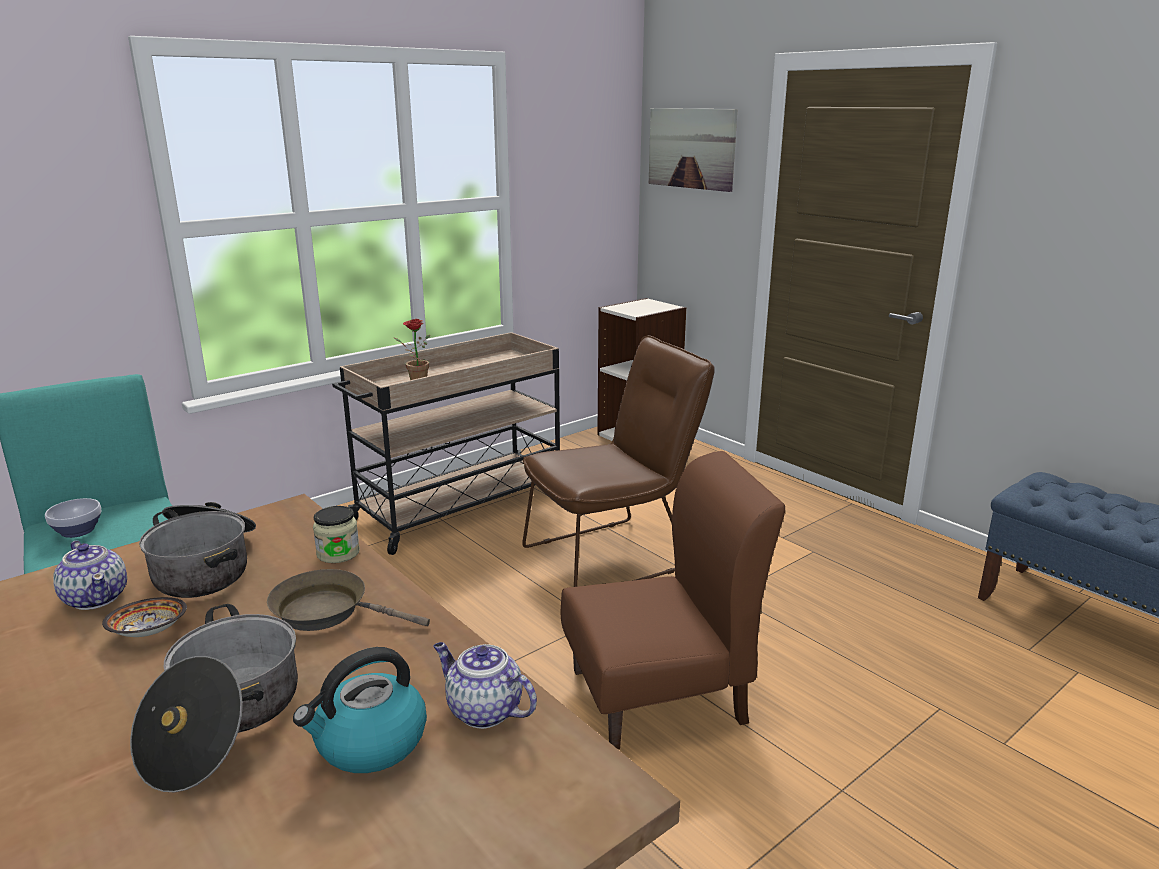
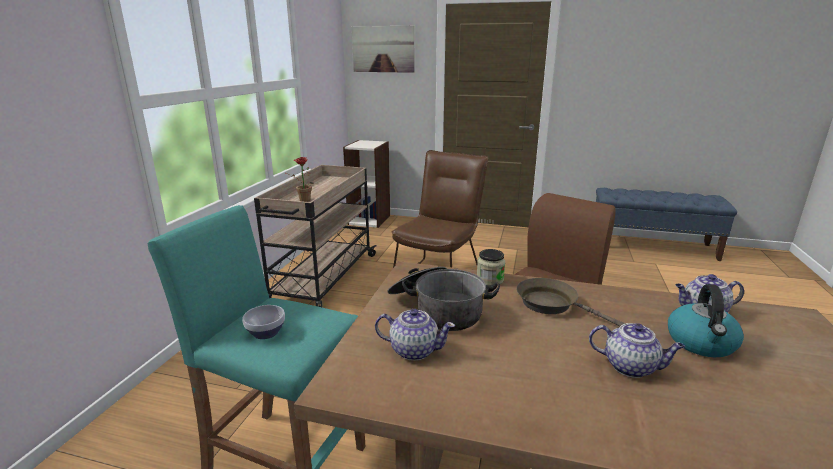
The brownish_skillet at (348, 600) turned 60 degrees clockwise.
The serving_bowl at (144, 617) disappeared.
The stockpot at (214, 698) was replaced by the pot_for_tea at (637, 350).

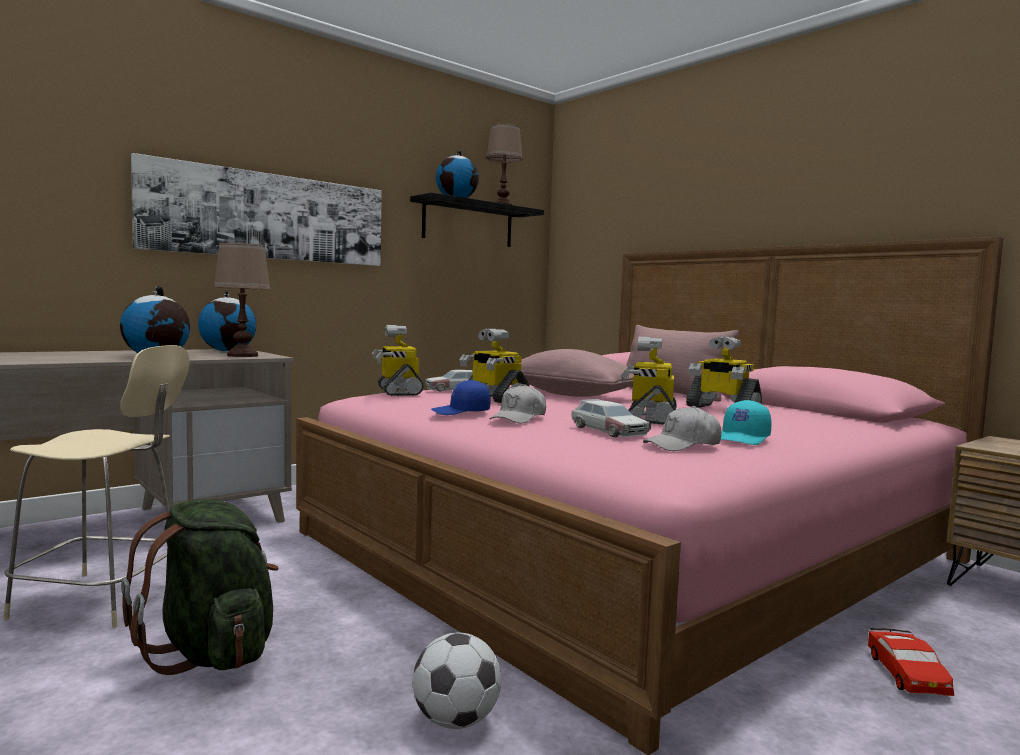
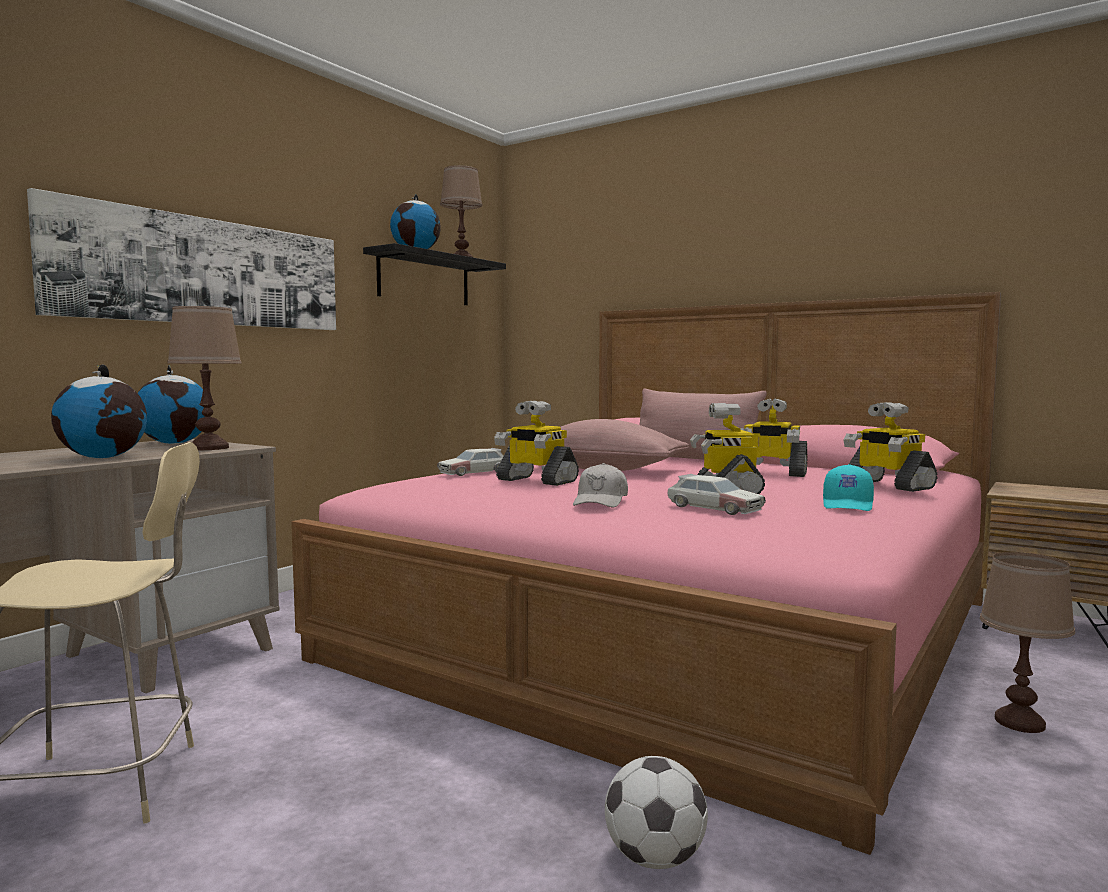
The toy_robot moved from (398, 360) to (891, 447).
The blue-coloured_peaked_cap at (461, 397) disappeared.
The whitish_peaked_cap at (682, 428) disappeared.
The greenish_rucksack at (200, 587) disappeared.
The red-coloured_miniature_car at (911, 662) was replaced by the brownish_table_lamp at (1027, 642).

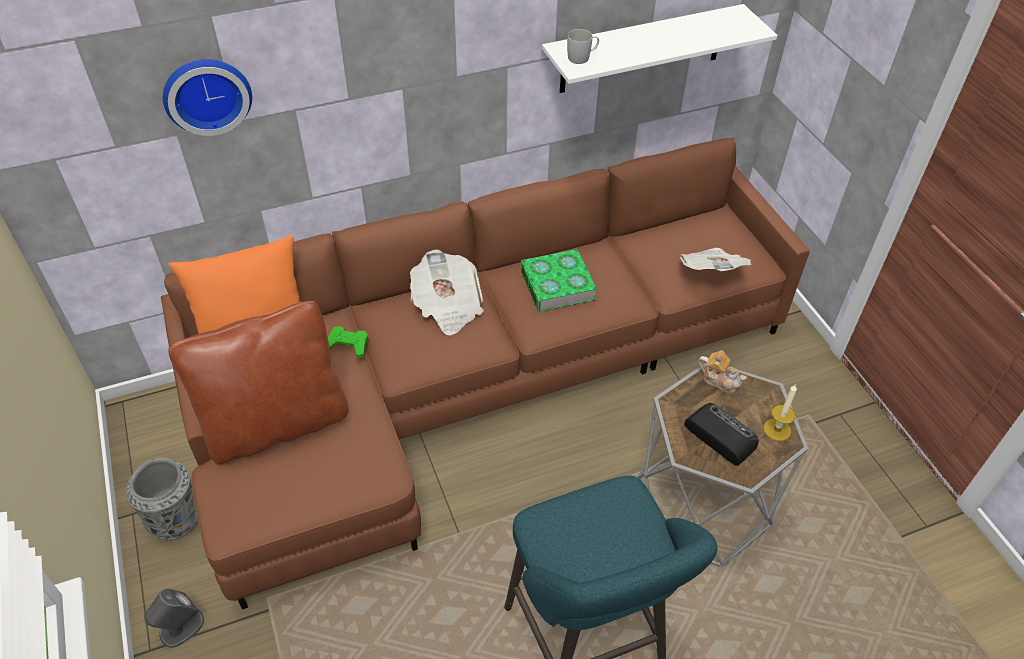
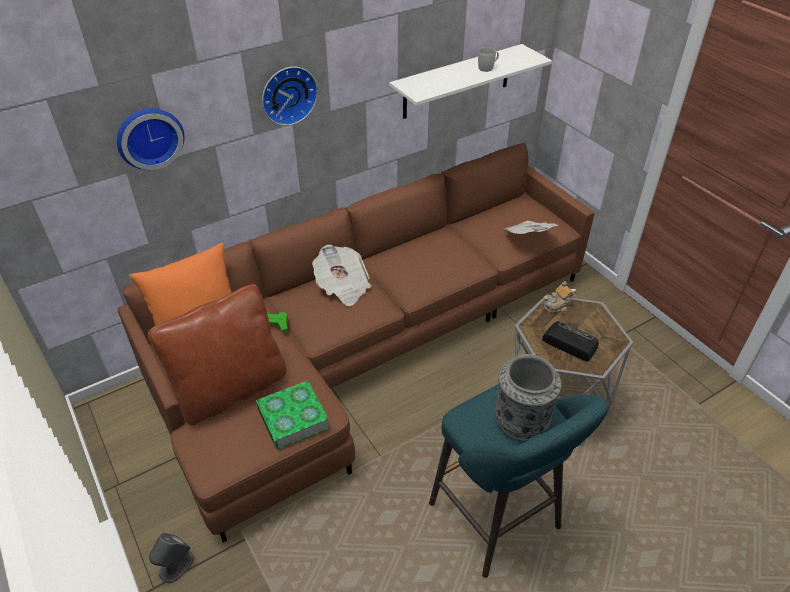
The whitish_coffee_mug moved from (583, 46) to (488, 59).
The book moved from (559, 280) to (293, 415).
The pot_for_tea at (722, 372) turned 135 degrees clockwise.
The candle at (780, 412) disappeared.
The greyish_vase moved from (162, 498) to (528, 397).
The hanging_clock at (290, 96) appeared.

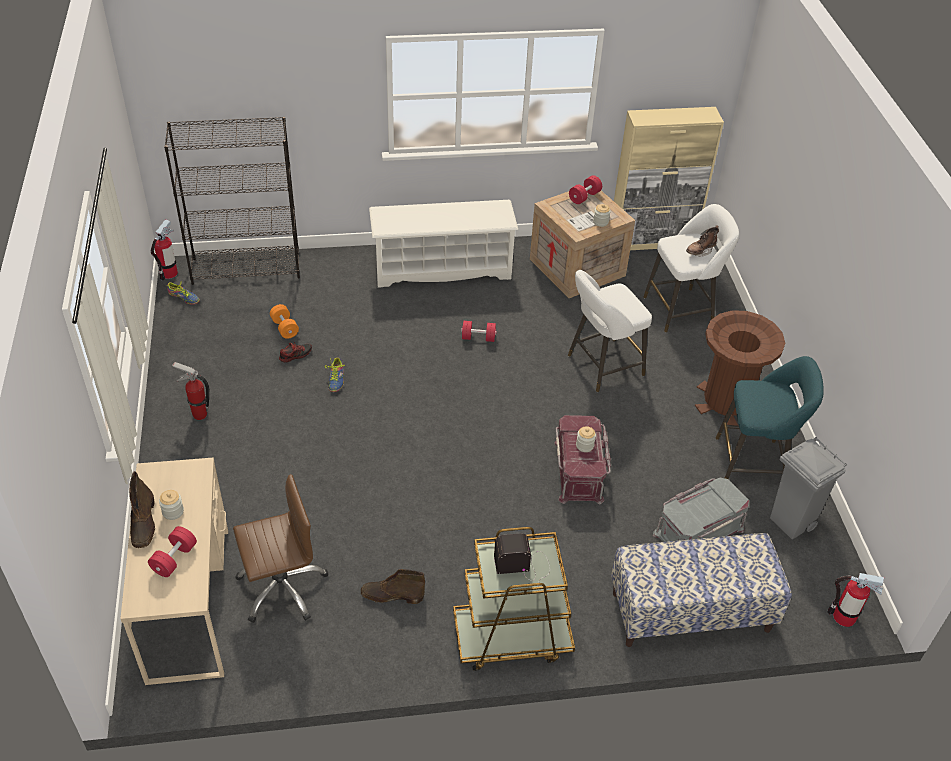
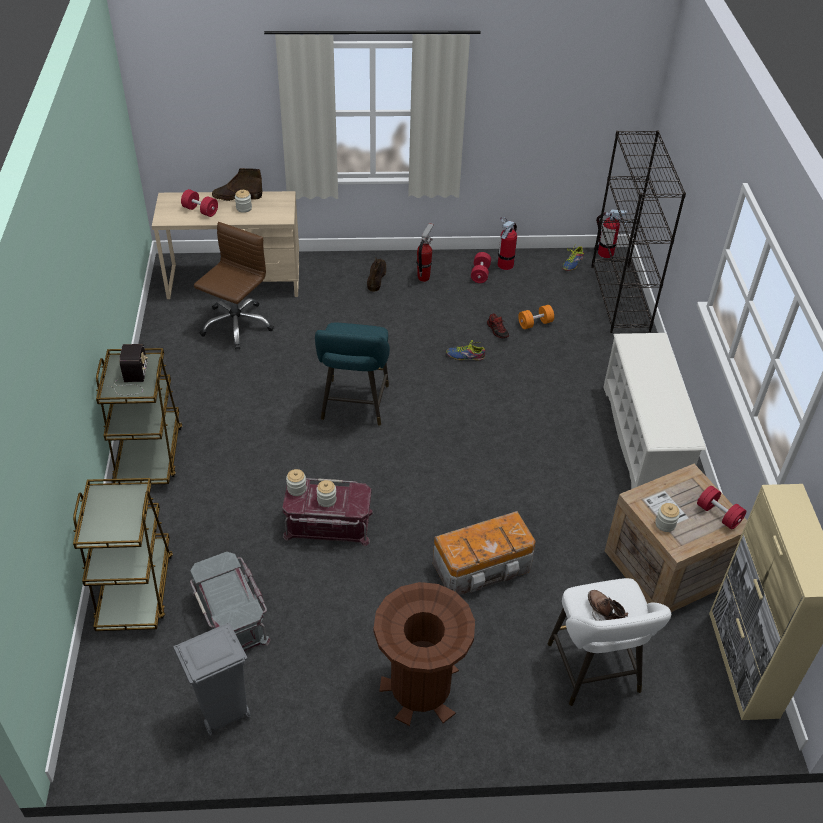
The whitish_stool_seat at (610, 331) was replaced by the storage_container at (484, 553).
The red-coloured_hand_weight moved from (478, 331) to (481, 267).
The turquoise-coloured_stool_seat moved from (770, 417) to (352, 374).
The brownish_desk_chair at (280, 548) turned 135 degrees counterclockwise.
The indoor_bench at (701, 590) was replaced by the brownish_wheeled_cart at (123, 554).
The brownish_boot moved from (393, 586) to (376, 275).
The fire_extinguisher moved from (855, 600) to (507, 243).
The jar at (296, 482) appeared.

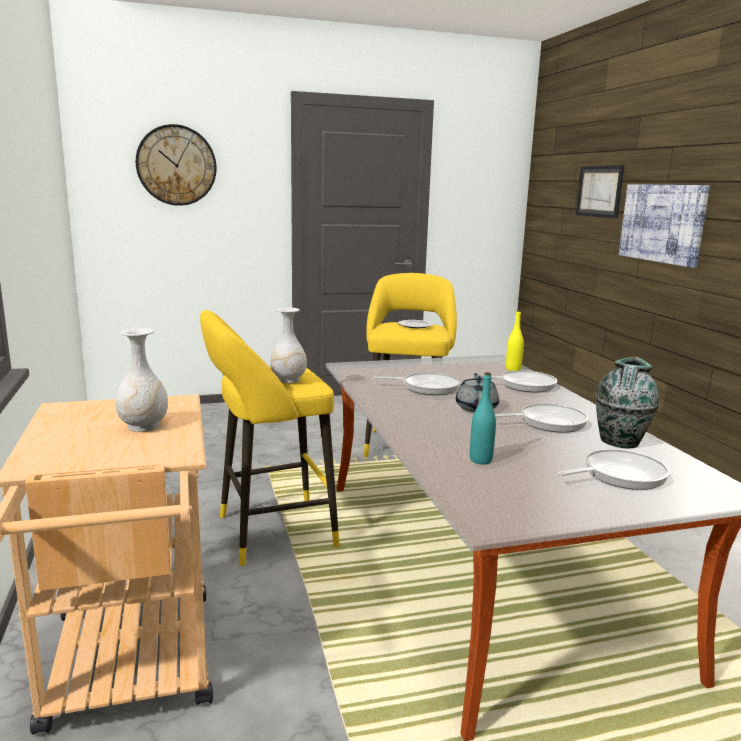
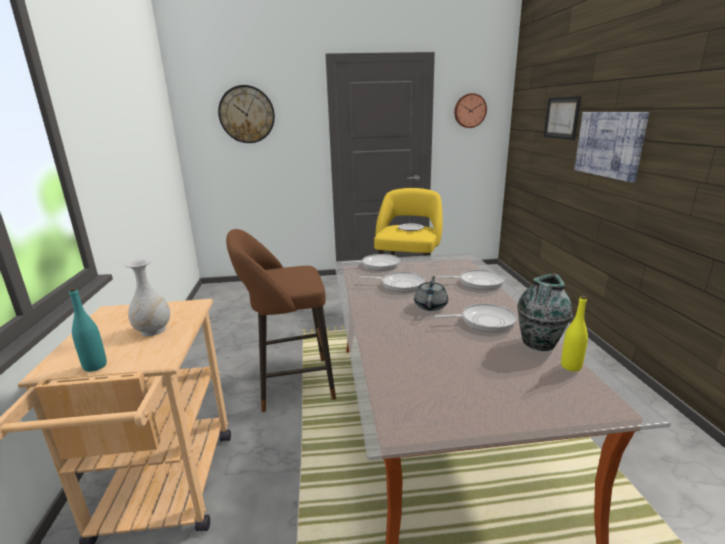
The whitish_vase at (288, 345) disappeared.
The yellowish_stool_seat at (270, 438) became the brownish_stool_seat at (281, 320).
The yellowish_bottle moved from (515, 340) to (574, 333).
The turquoise-coloured_bottle moved from (483, 418) to (88, 330).
The skillet moved from (613, 469) to (371, 262).
The hanging_clock at (470, 110) appeared.

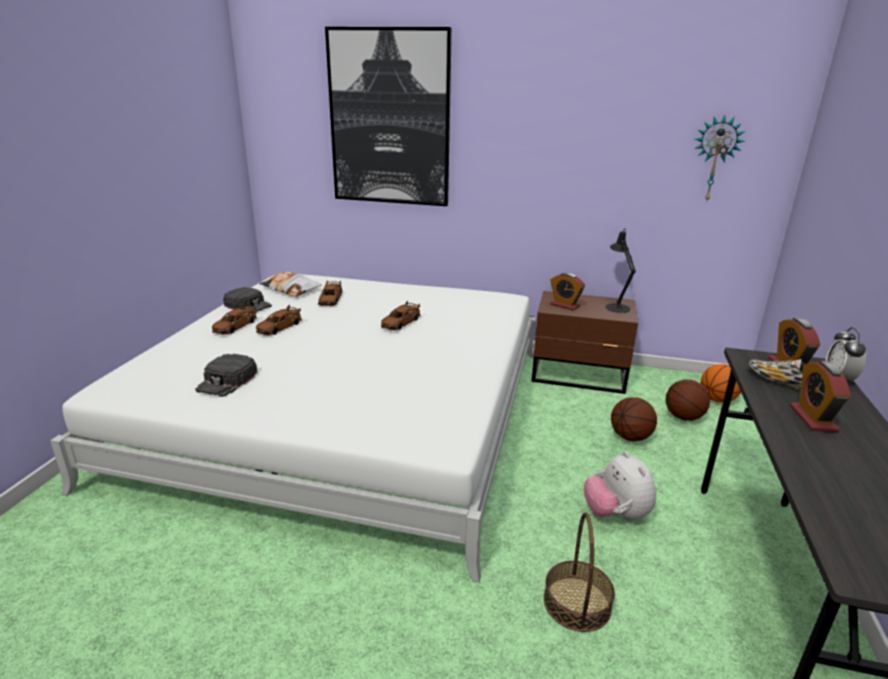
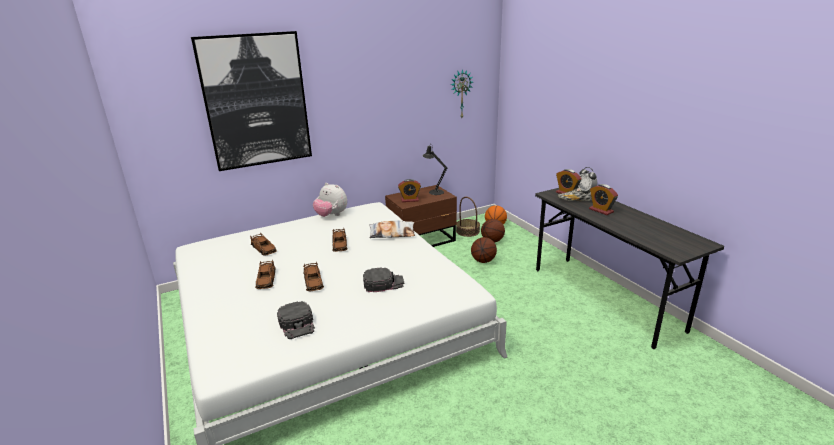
The cushion moved from (290, 284) to (392, 229).
The black-coloured_peaked_cap moved from (247, 300) to (383, 279).
The brownish_miniature_car moved from (234, 319) to (313, 276).
The soft_toy moved from (620, 486) to (330, 200).
The storage_basket moved from (579, 572) to (468, 217).

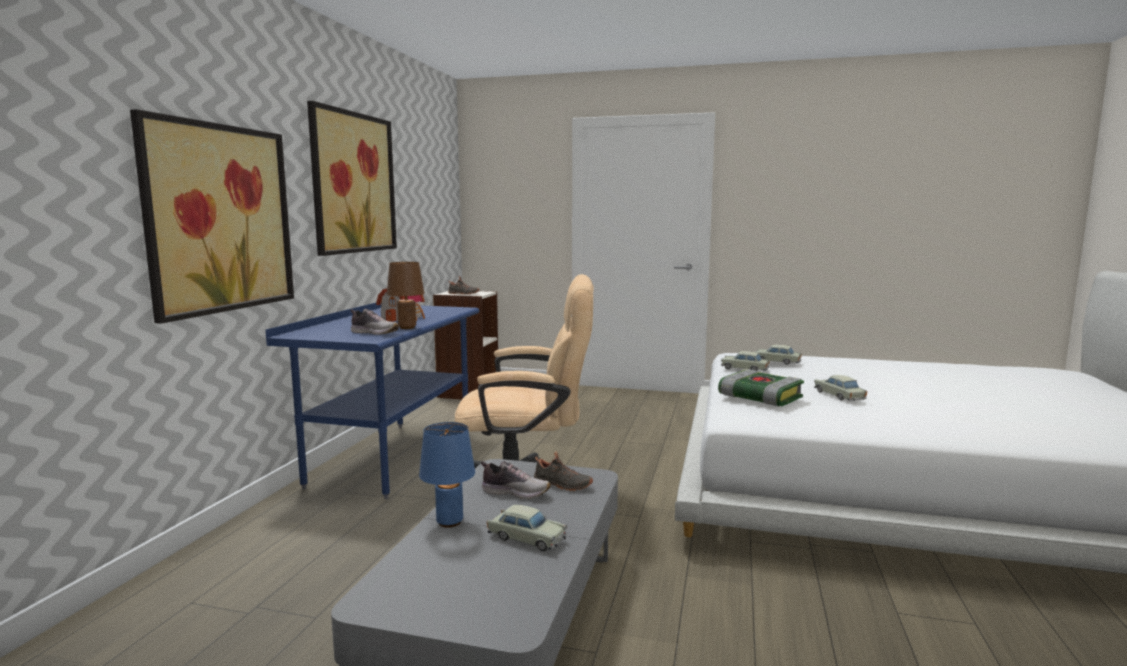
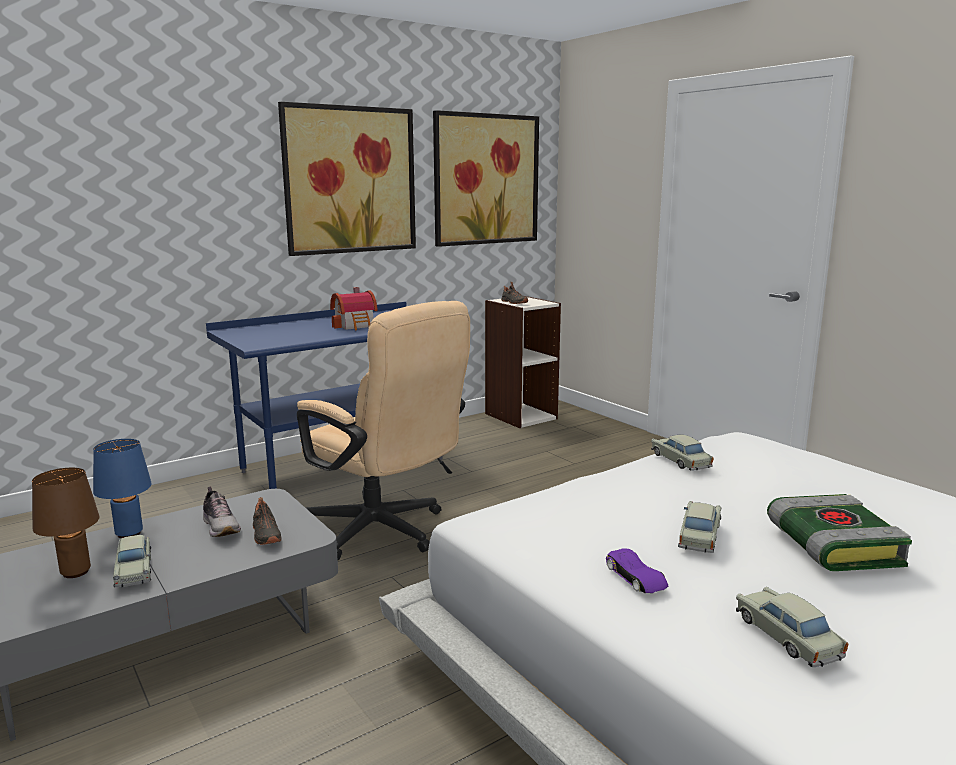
The picture moved from (212, 216) to (486, 178).
The brownish_table_lamp moved from (405, 295) to (65, 523).
The shoe at (374, 322) disappeared.
The sand-coloured_miniature_car moved from (778, 355) to (792, 627).
The book moved from (761, 387) to (839, 532).
The purple_miniature_car at (637, 570) appeared.

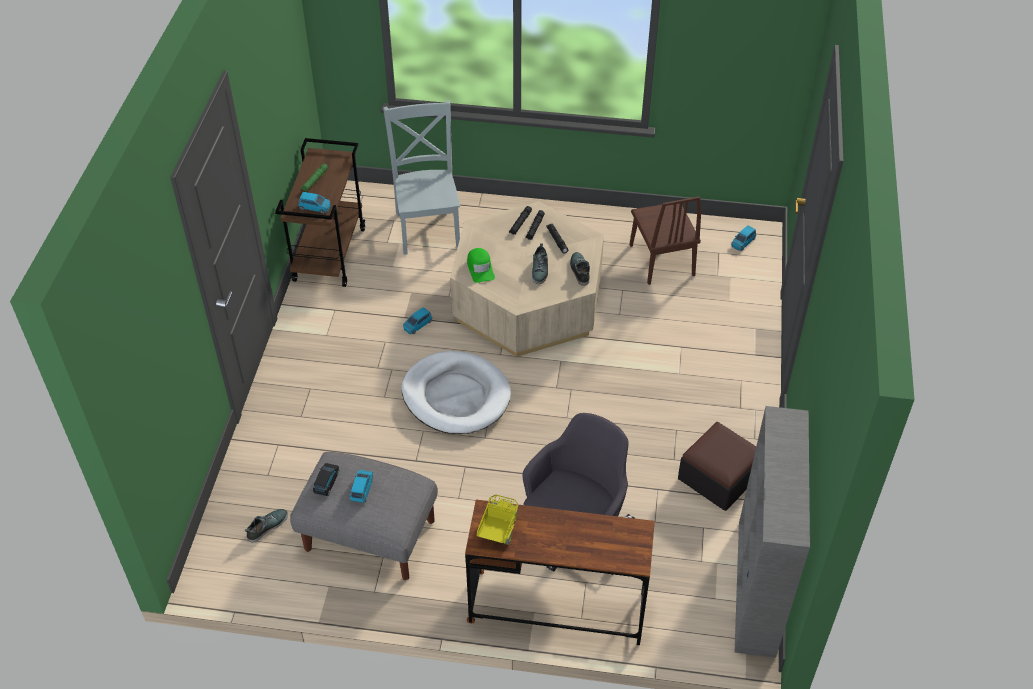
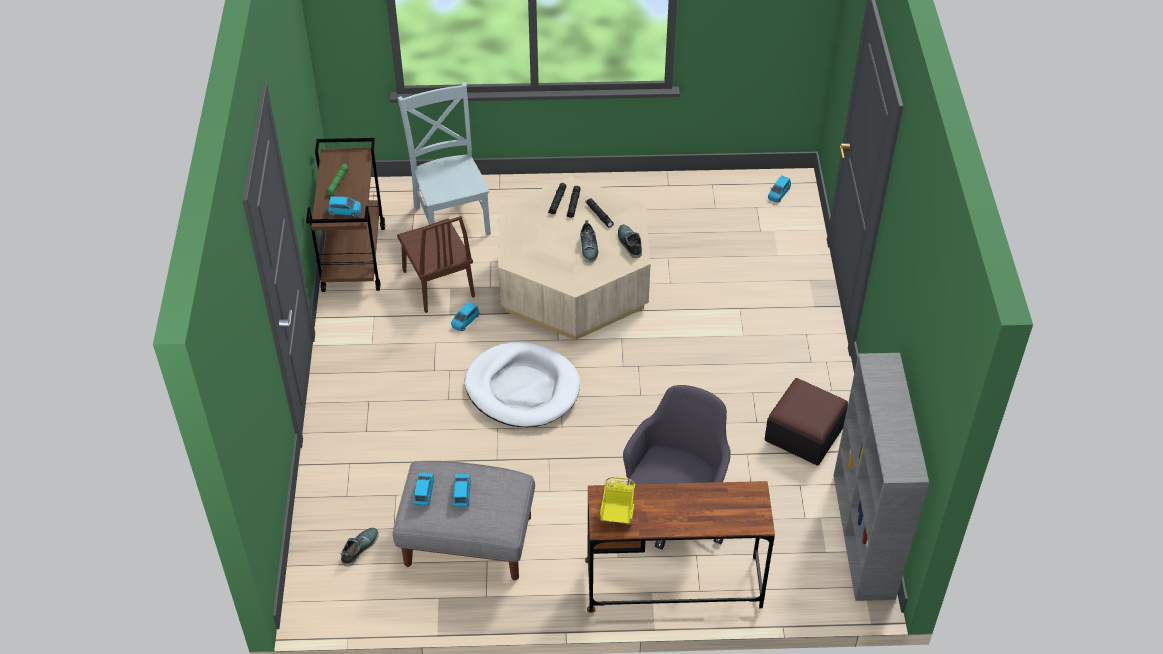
The brownish_upright_chair moved from (665, 240) to (436, 264).
The greenish_peaked_cap at (481, 265) disappeared.
The black-coloured_miniature_car at (326, 479) became the blue-coloured_miniature_car at (423, 489).

